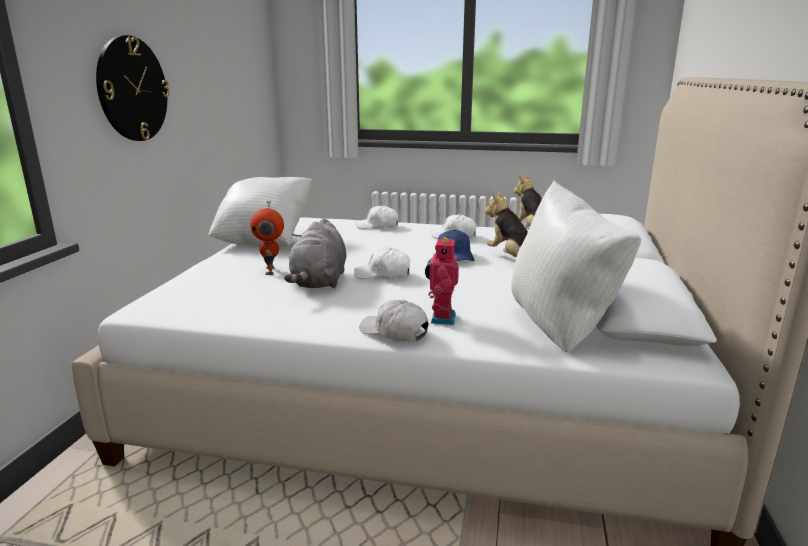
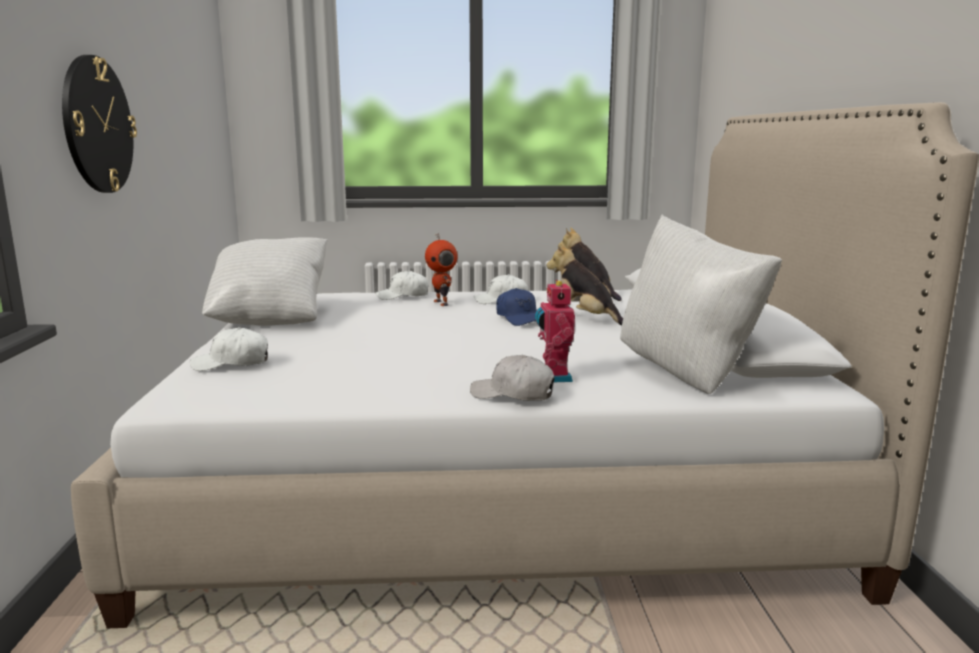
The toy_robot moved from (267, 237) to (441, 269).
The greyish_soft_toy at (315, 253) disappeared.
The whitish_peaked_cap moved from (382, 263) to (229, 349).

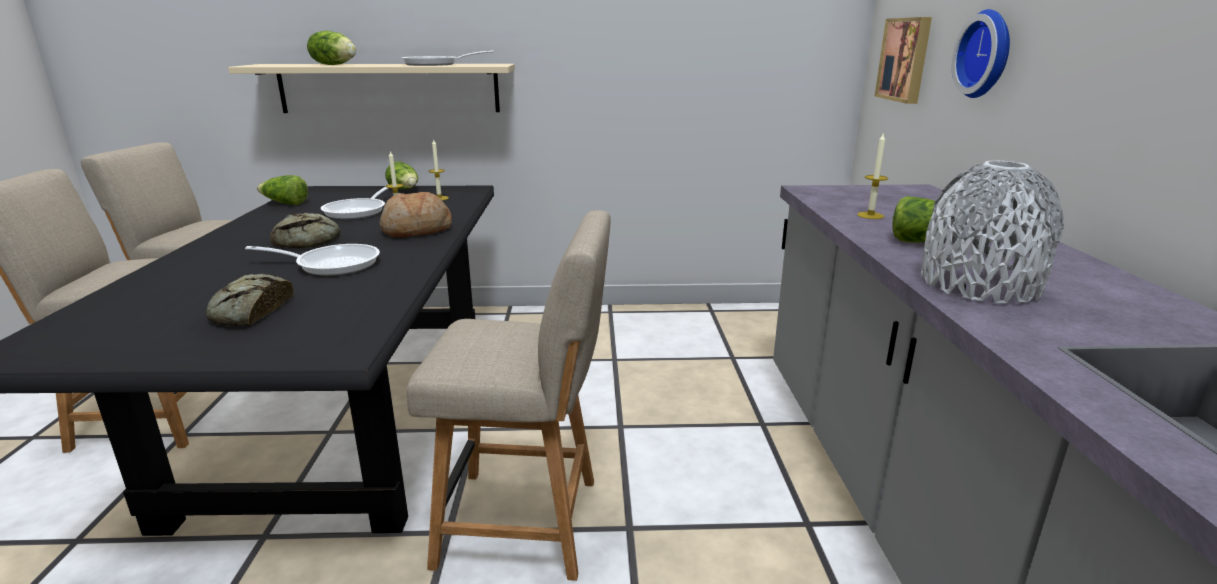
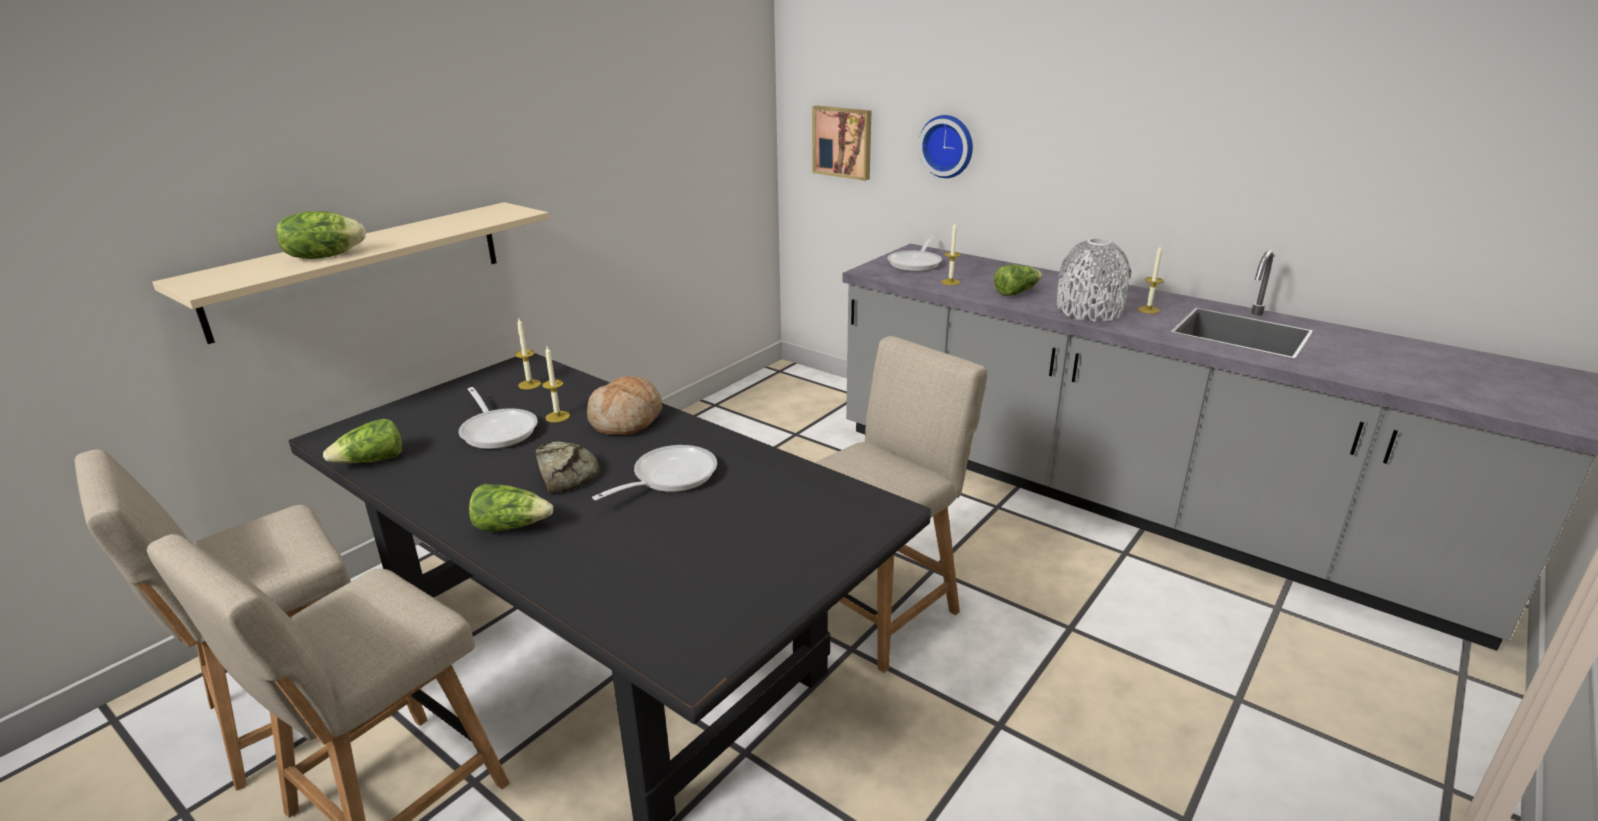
The skillet moved from (447, 58) to (915, 254).
The head_of_lettuce moved from (401, 175) to (511, 508).
The baked_bread at (250, 300) disappeared.
The candle at (1151, 279) appeared.

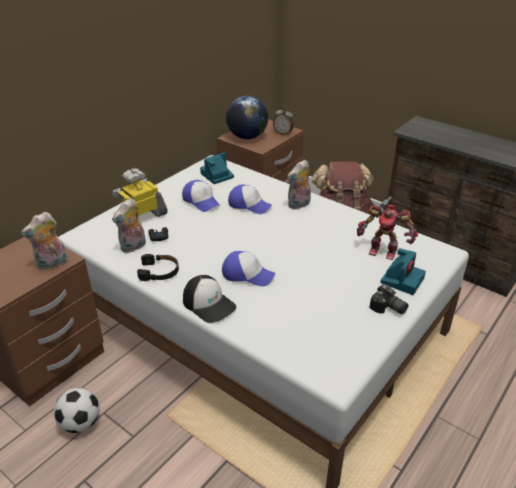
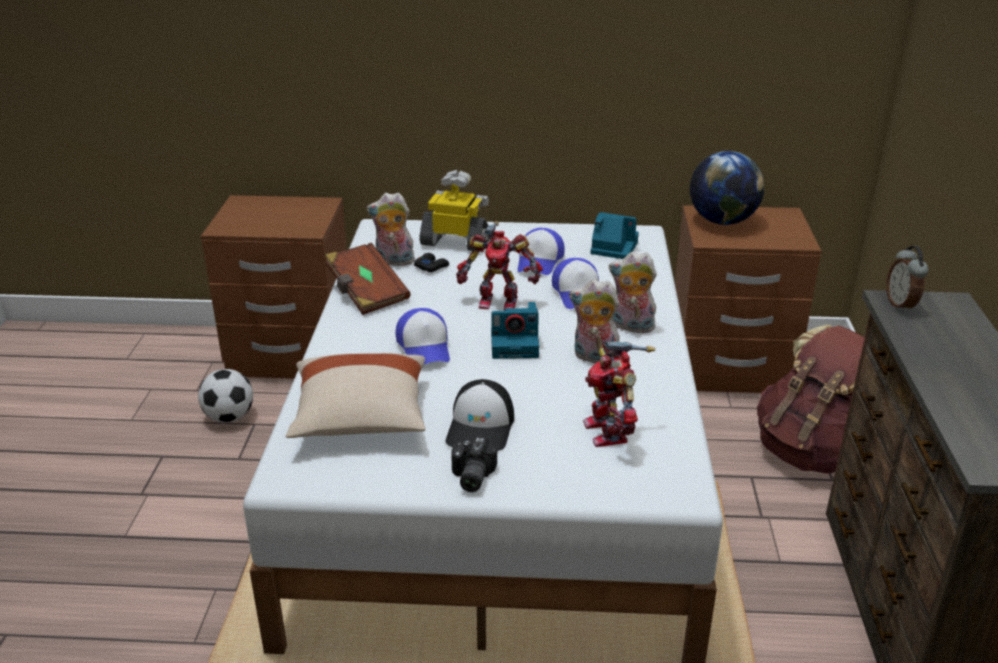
The table_clock moved from (283, 121) to (907, 279).
The soft_toy moved from (44, 241) to (594, 321).
The still_camera moved from (403, 271) to (515, 330).
The black-coloured_headset at (158, 267) was replaced by the brownish_book at (368, 279).
The peaked_cap moved from (209, 299) to (479, 415).
The toy_robot at (499, 265) appeared.
The sand-coloured_cushion at (355, 395) appeared.

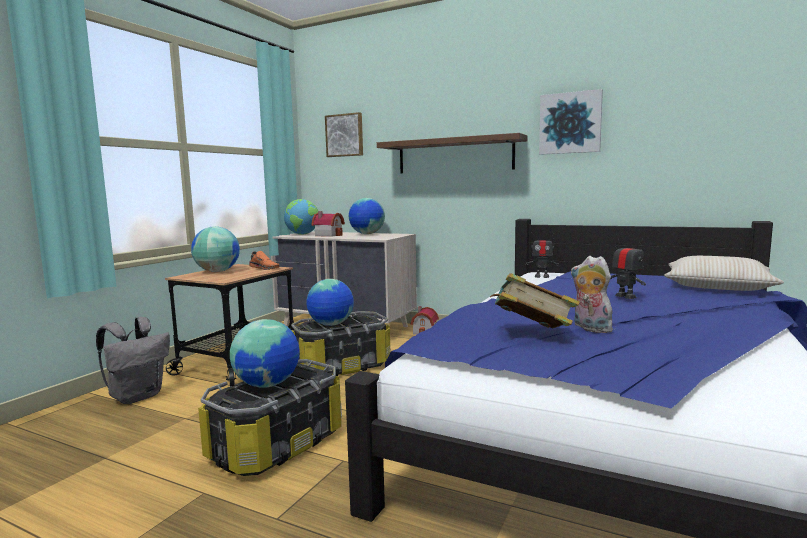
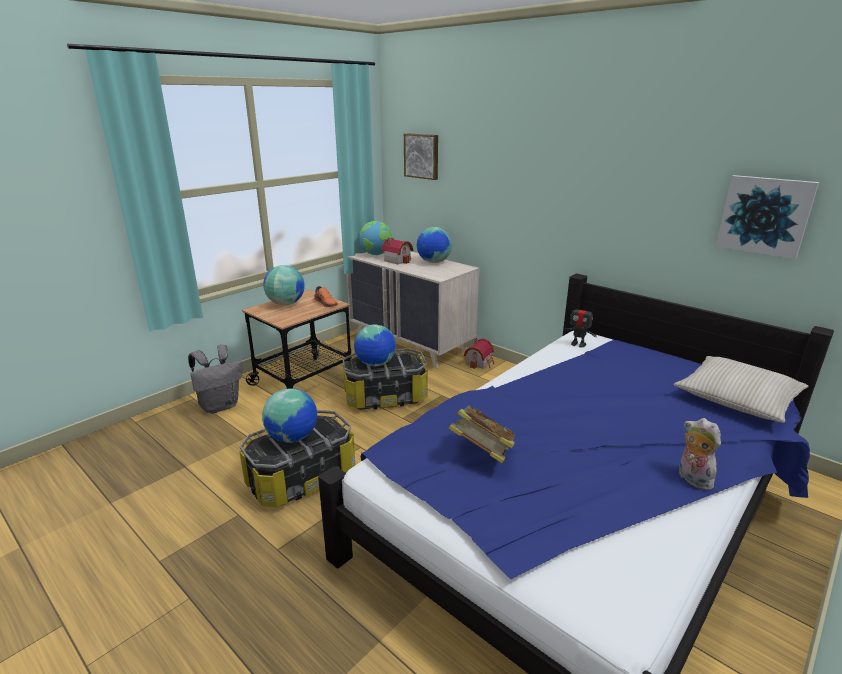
The picture moved from (571, 122) to (767, 217).
The brownish_bracket_shelf at (452, 153) disappeared.
The toy_robot at (628, 268) disappeared.
The soft_toy moved from (592, 294) to (700, 454).

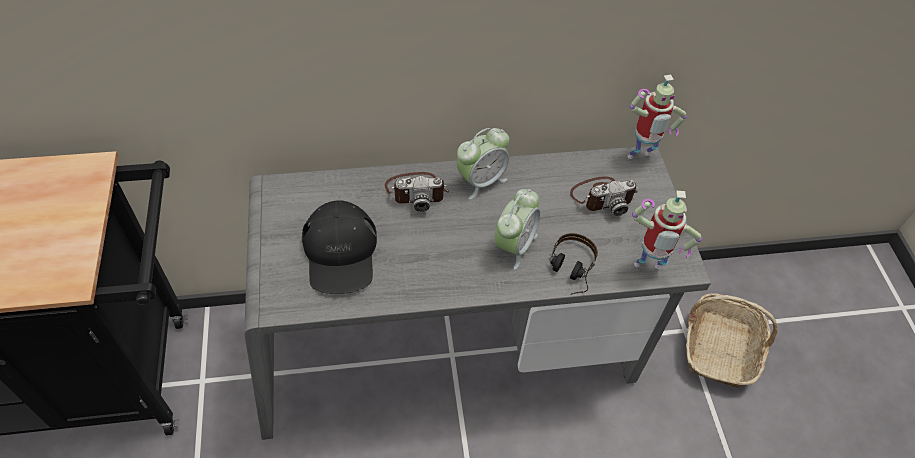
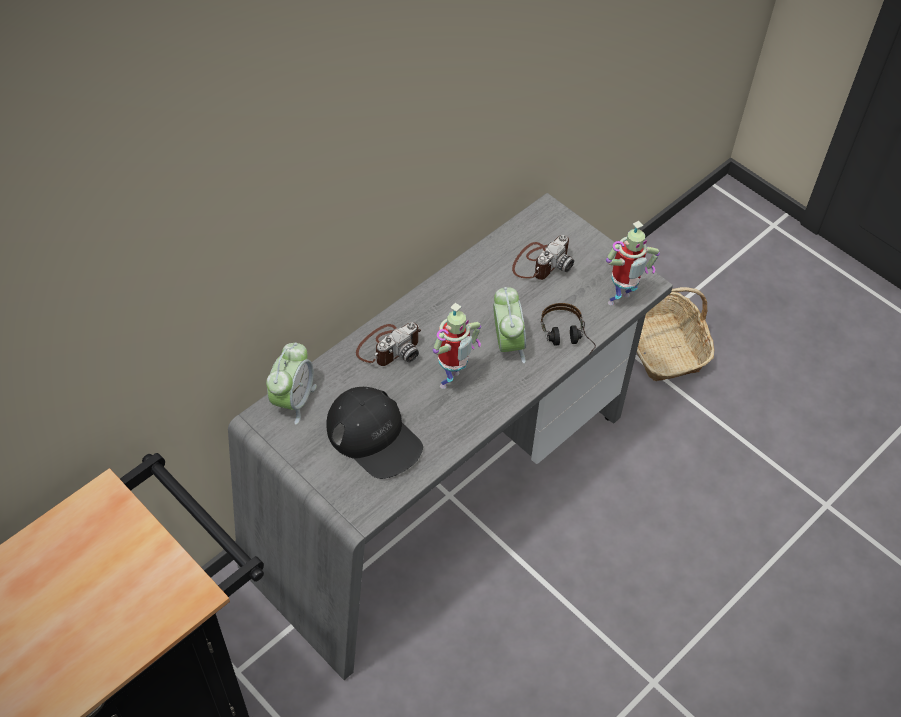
The toy_robot moved from (657, 117) to (457, 346).
The table_clock moved from (483, 163) to (291, 383).

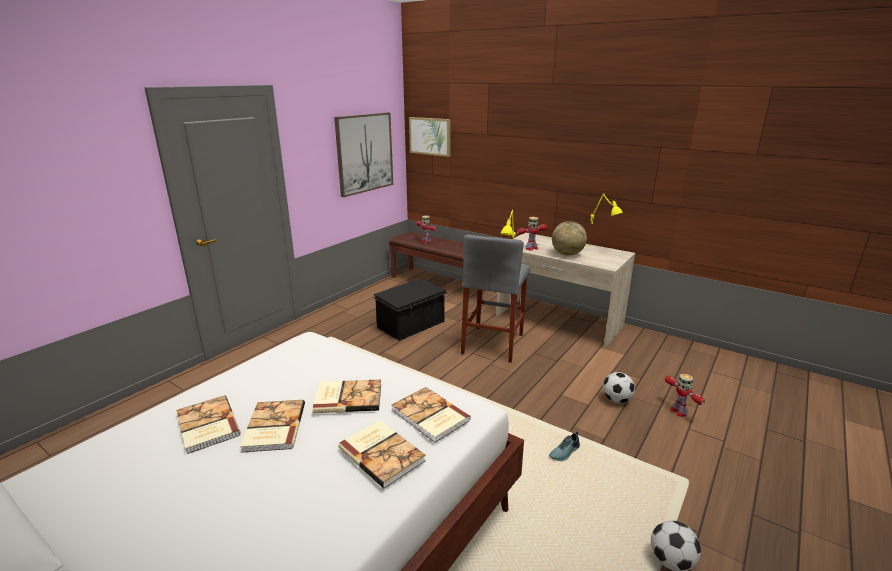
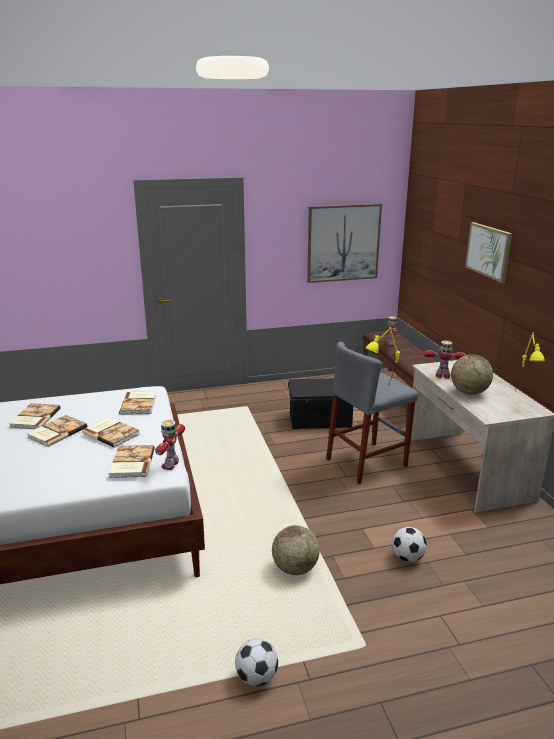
The picture moved from (430, 137) to (488, 252).
The toy_robot moved from (685, 395) to (170, 445).
The book moved from (382, 454) to (137, 403).
The shoe at (564, 446) was replaced by the globe at (296, 550).

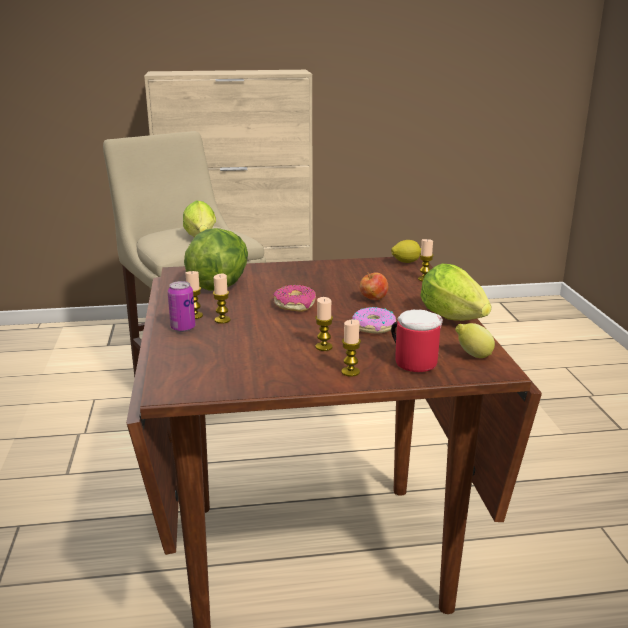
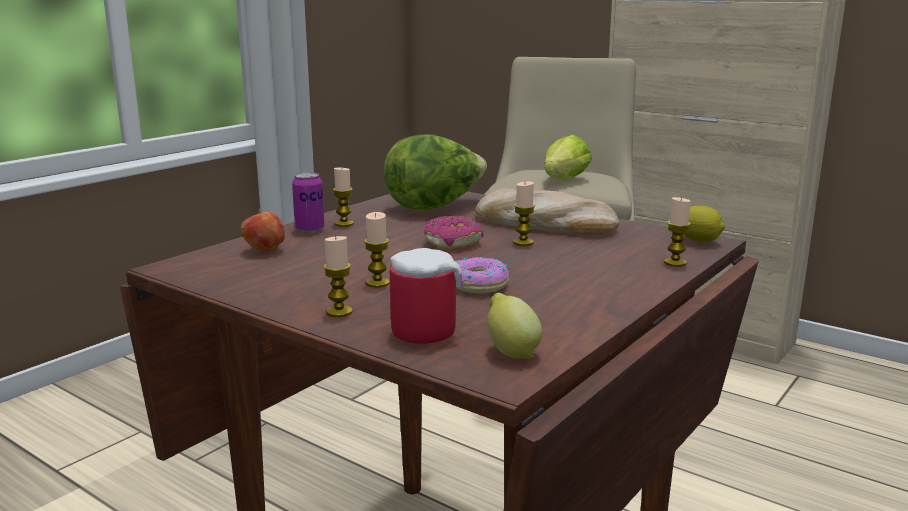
The head_of_lettuce at (455, 292) disappeared.
The apple moved from (374, 286) to (263, 230).
The candle moved from (222, 299) to (524, 213).
The baked_bread at (547, 212) appeared.

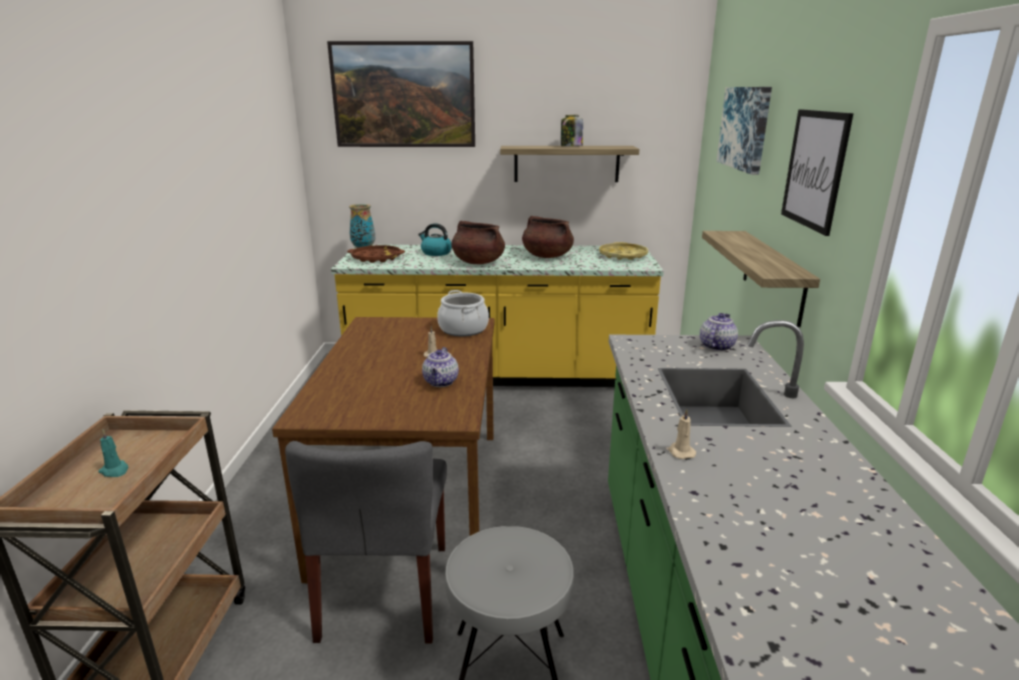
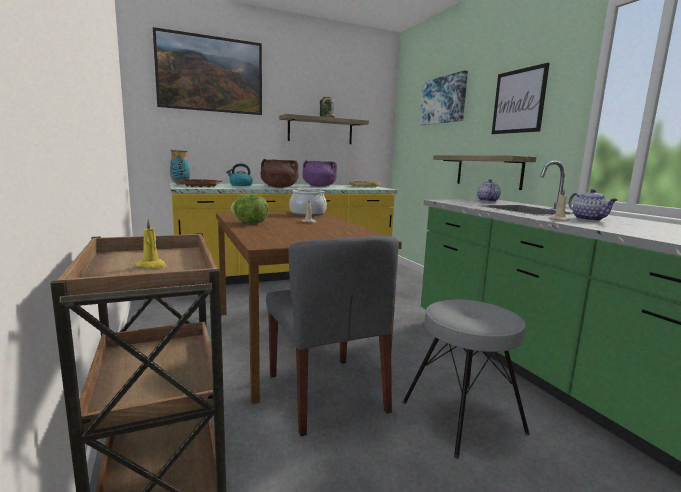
The brownish_stockpot at (548, 237) became the purple_stockpot at (319, 173).
The pot_for_tea moved from (440, 367) to (593, 205).
The turquoise-coloured_candle at (113, 453) became the yellowish_candle at (151, 244).
The head_of_lettuce at (250, 208) appeared.

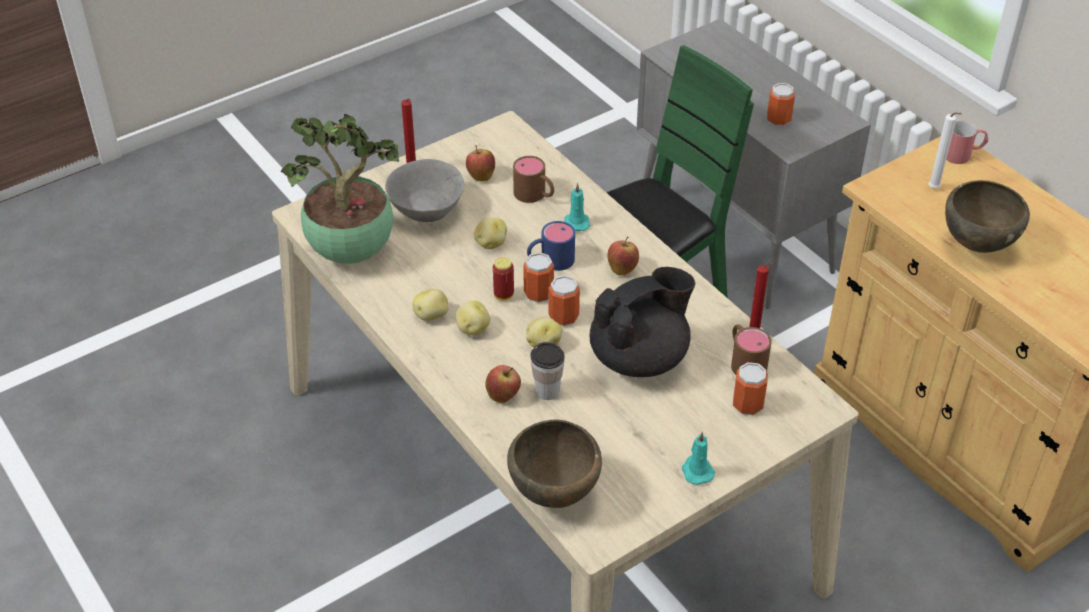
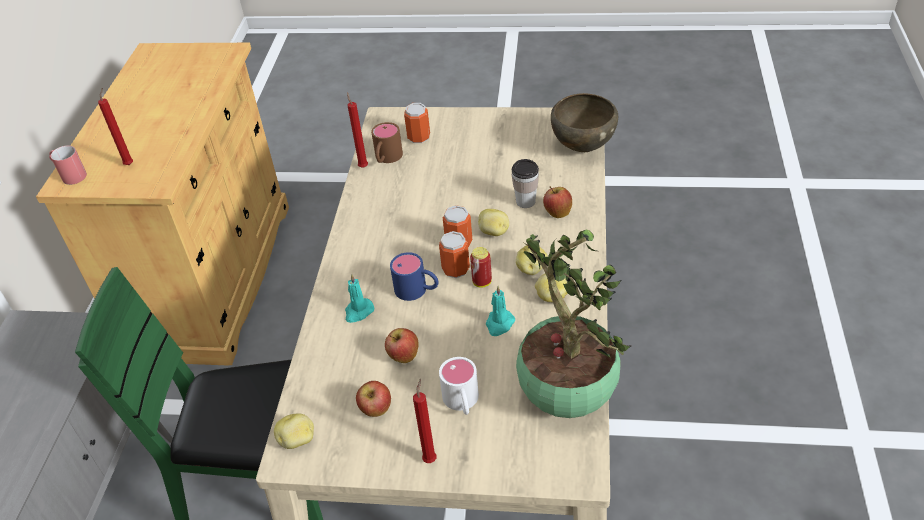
The can at (781, 104) disappeared.
The whitish_candle at (945, 150) became the red-coloured_candle at (115, 126).
The brownish_coffee_mug at (533, 179) disappeared.
The greyish_serving_bowl at (424, 190) was replaced by the whitish_coffee_mug at (459, 386).
The brownish_serving_bowl at (987, 216) disappeared.
The whole_potato moved from (490, 233) to (294, 431).
The apple moved from (623, 256) to (402, 345).
The black-coloured_pot_for_tea at (642, 322) disappeared.
The turquoise-coloured_candle moved from (698, 458) to (500, 311).

